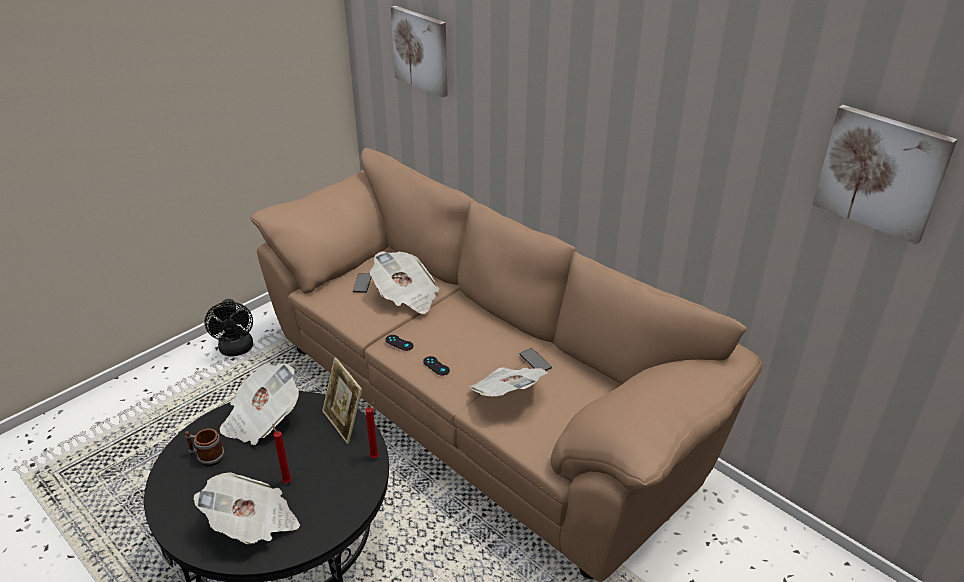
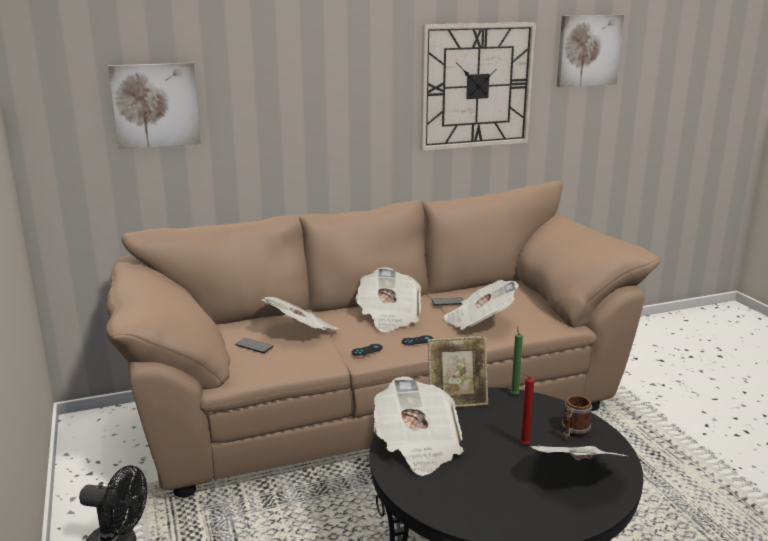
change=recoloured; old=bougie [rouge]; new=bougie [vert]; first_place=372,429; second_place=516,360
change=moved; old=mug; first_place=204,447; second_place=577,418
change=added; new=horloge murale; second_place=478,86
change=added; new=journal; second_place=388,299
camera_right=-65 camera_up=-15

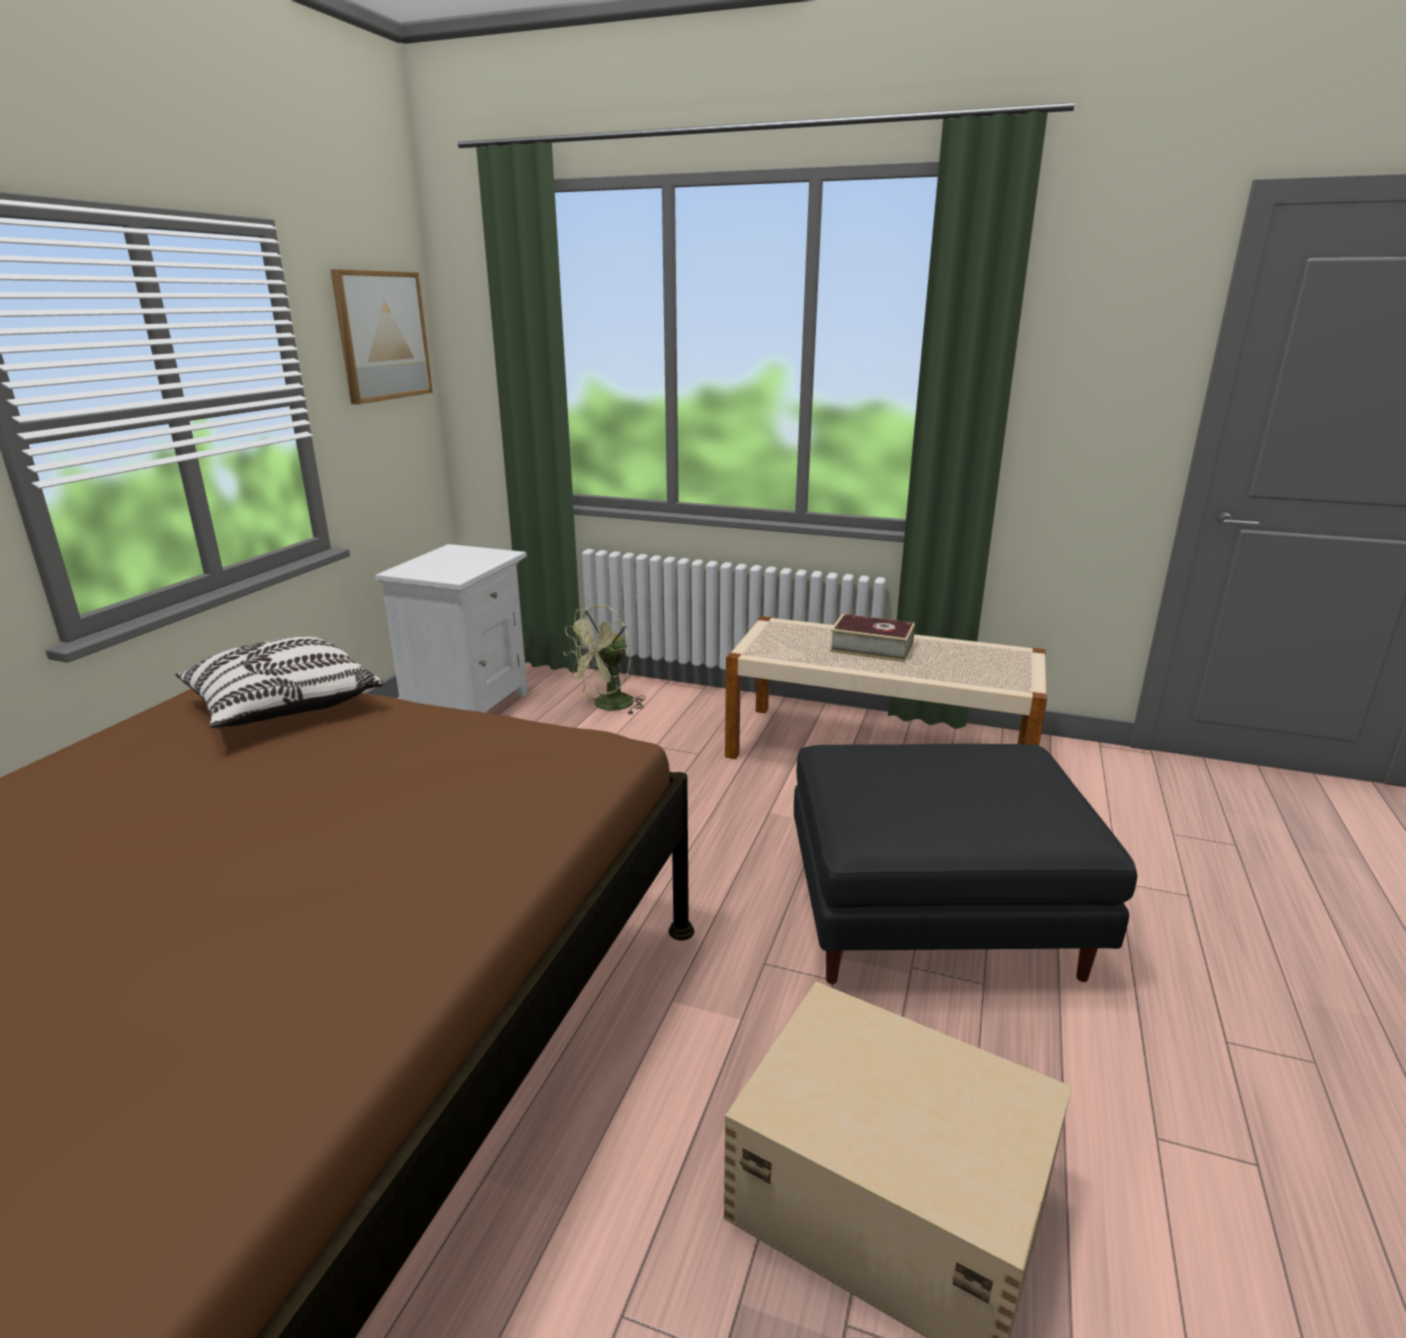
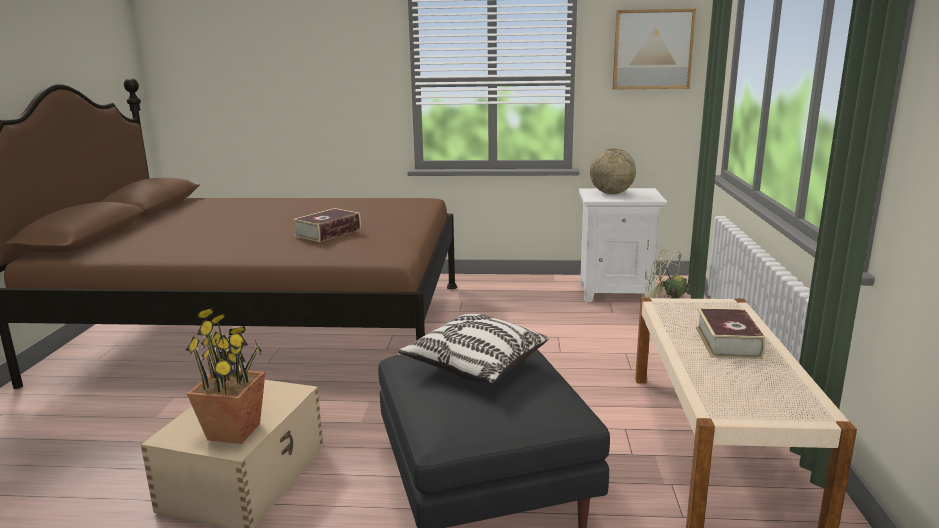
change=moved; old=coussin; first_place=279,682; second_place=473,348
change=added; new=globe; second_place=613,171
change=added; new=livre; second_place=327,225
change=added; new=plante en pot; second_place=226,376
camera_right=75 camera_up=-5

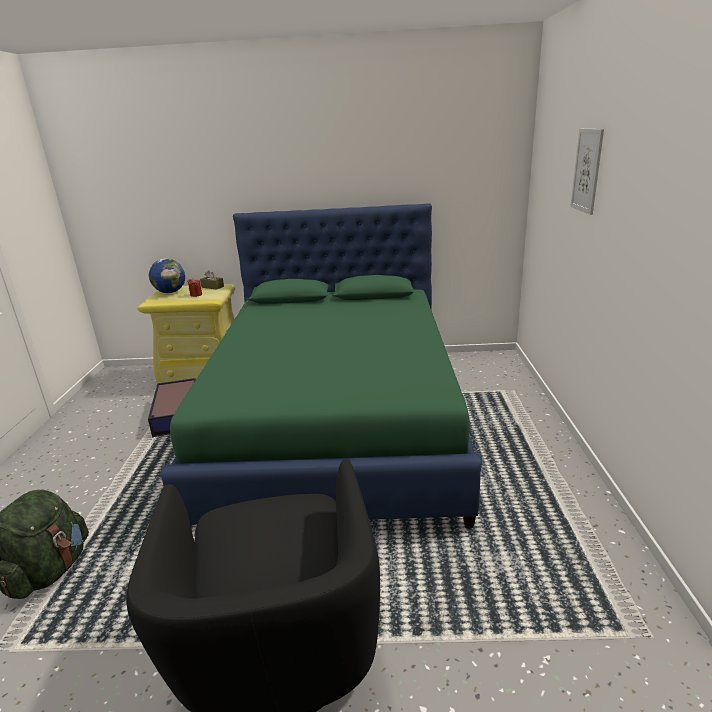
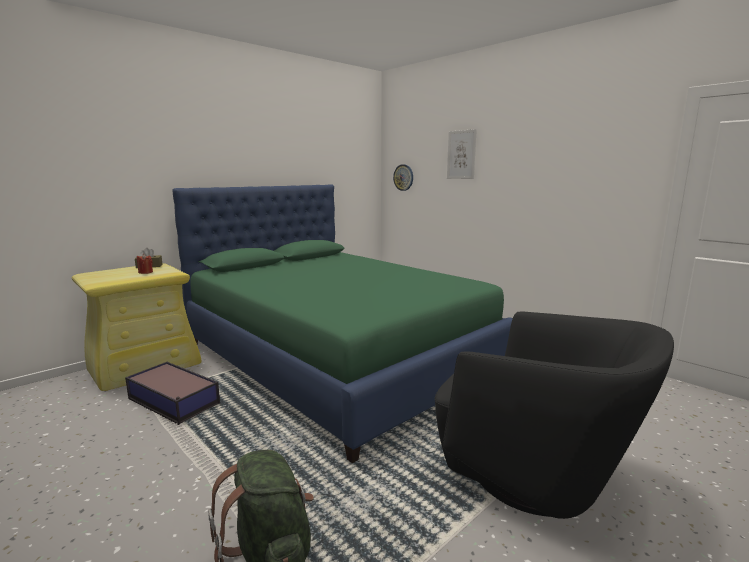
change=removed; old=globe; first_place=167,275
change=added; new=horloge murale; second_place=403,177
camera_right=-45 camera_up=-10

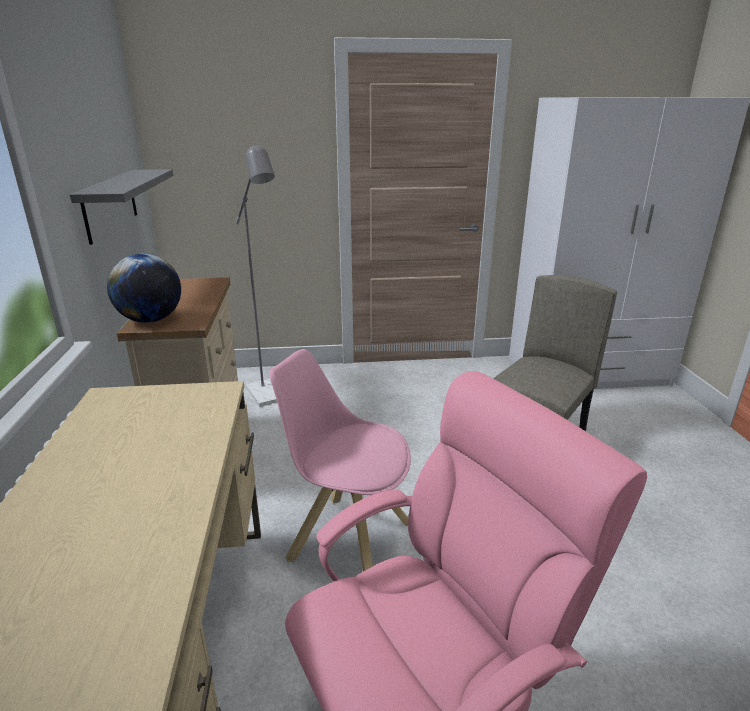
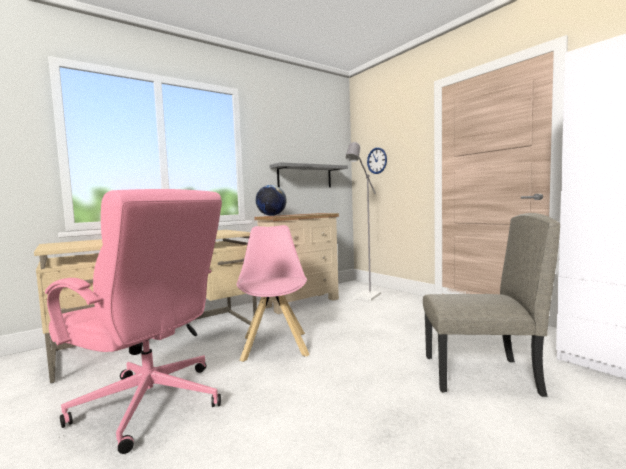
change=added; new=horloge murale; second_place=377,161
camera_right=60 camera_up=-20

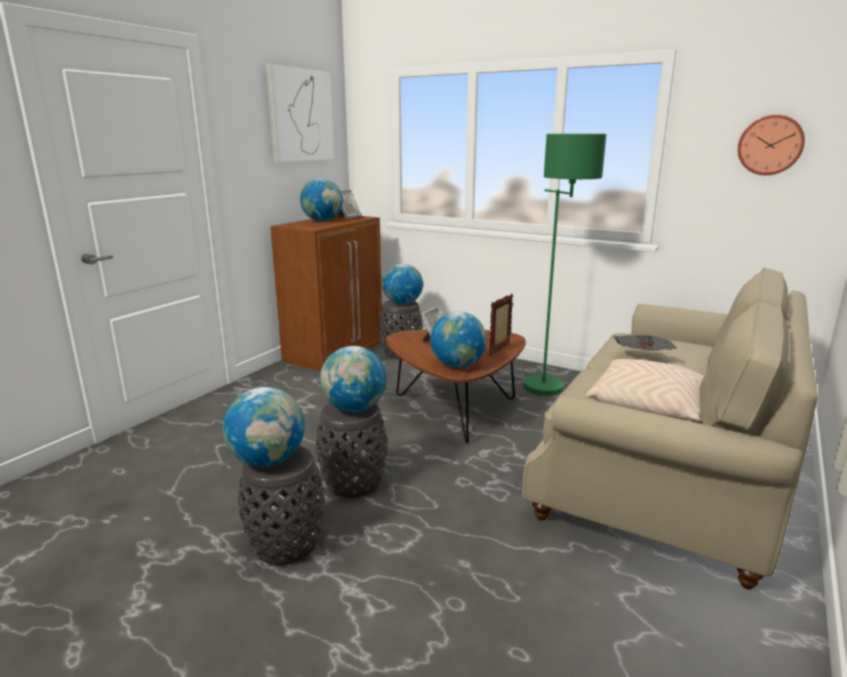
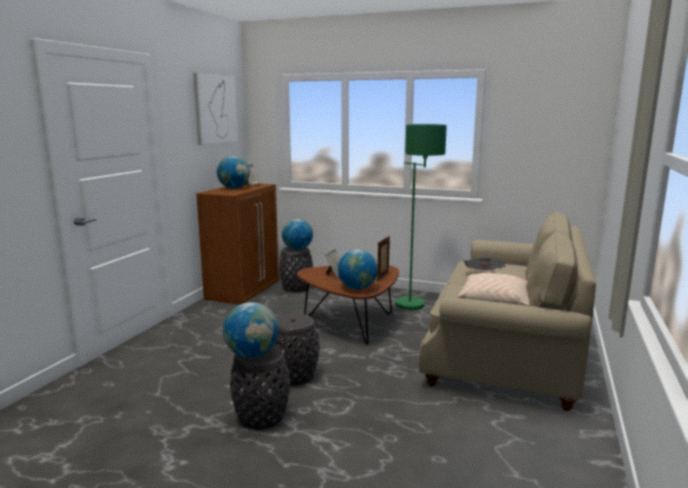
change=removed; old=horloge murale; first_place=771,145
change=removed; old=globe; first_place=353,379
camera_right=-10 camera_up=-5

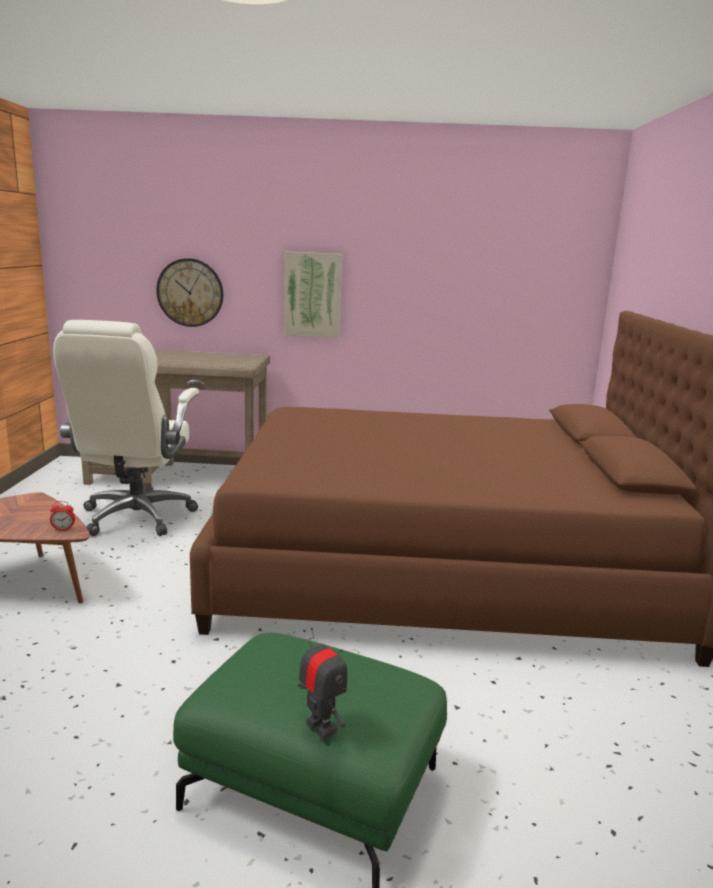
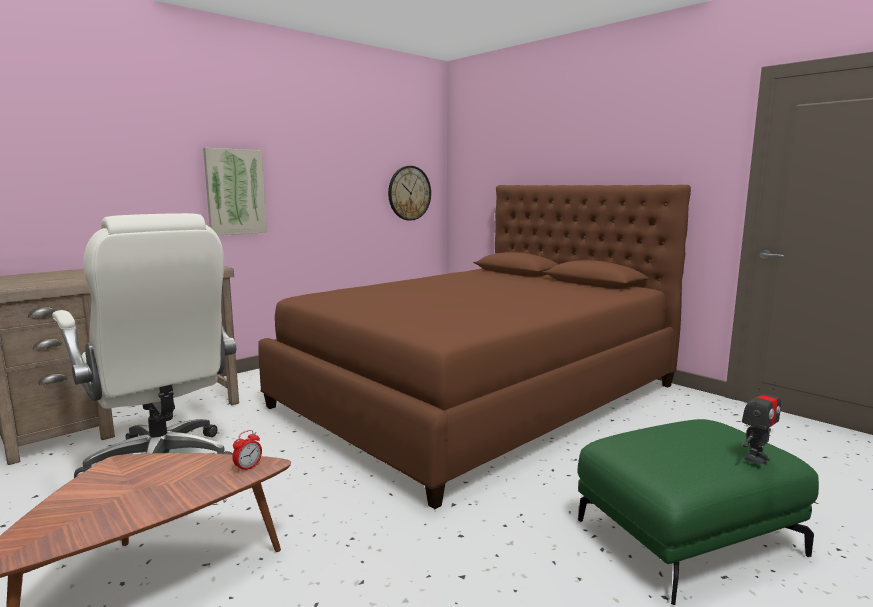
change=moved; old=horloge murale; first_place=189,292; second_place=409,193
change=turned; old=robot jouet; first_place=322,684; second_place=761,422; degrees=135
camera_right=-45 camera_up=-5

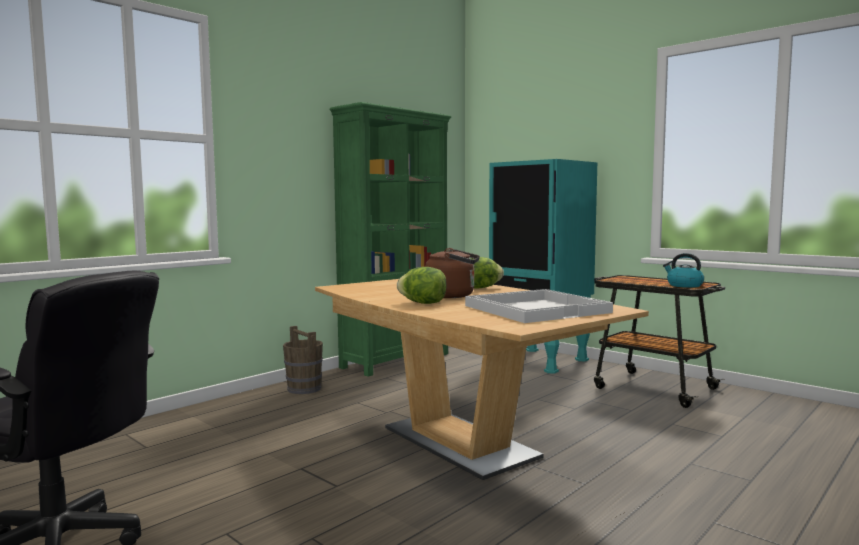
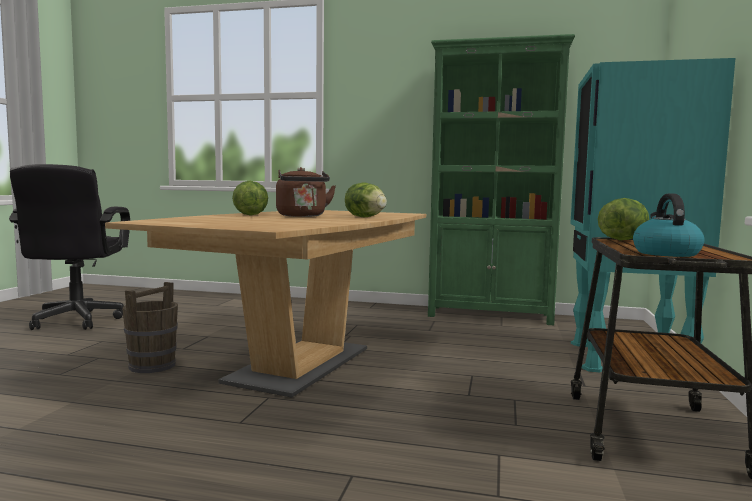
change=removed; old=plateau [blanc]; first_place=539,306
change=moved; old=seau [marron]; first_place=303,360; second_place=150,327
change=added; new=laitue; second_place=623,219
camera_right=60 camera_up=0

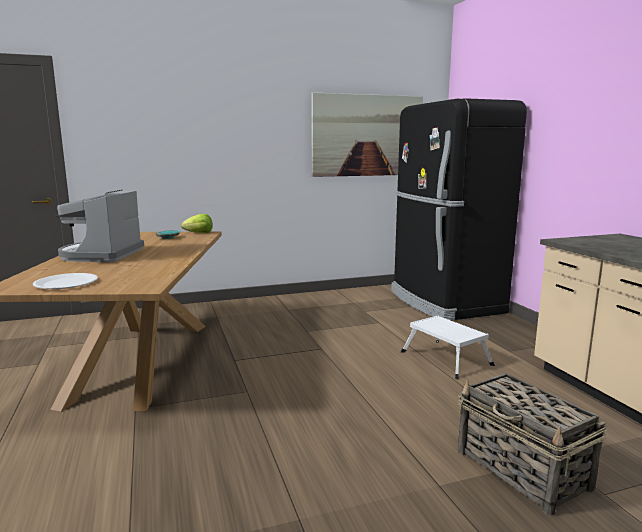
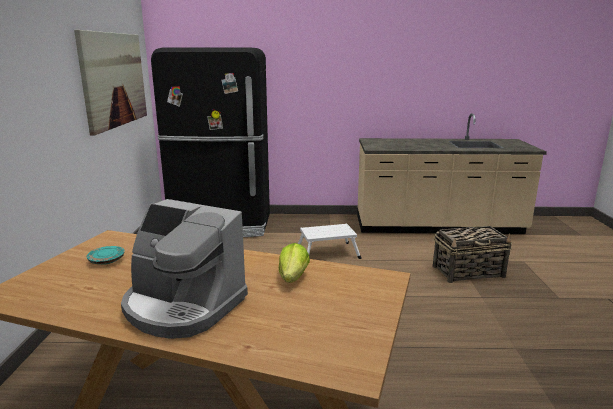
change=moved; old=laitue; first_place=196,223; second_place=294,263
change=removed; old=assiette [blanc]; first_place=65,281
camera_right=-70 camera_up=5

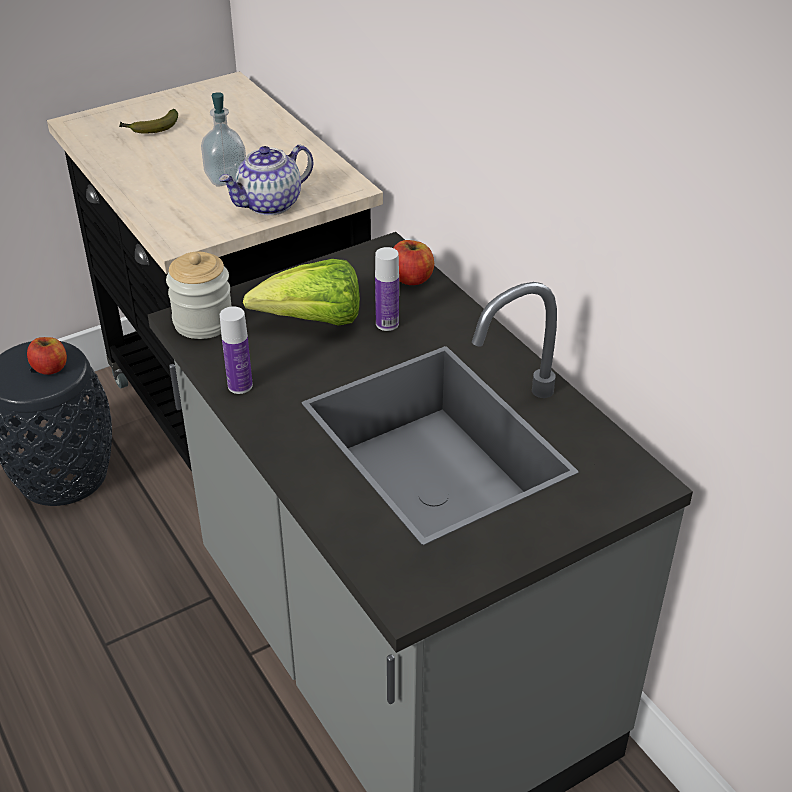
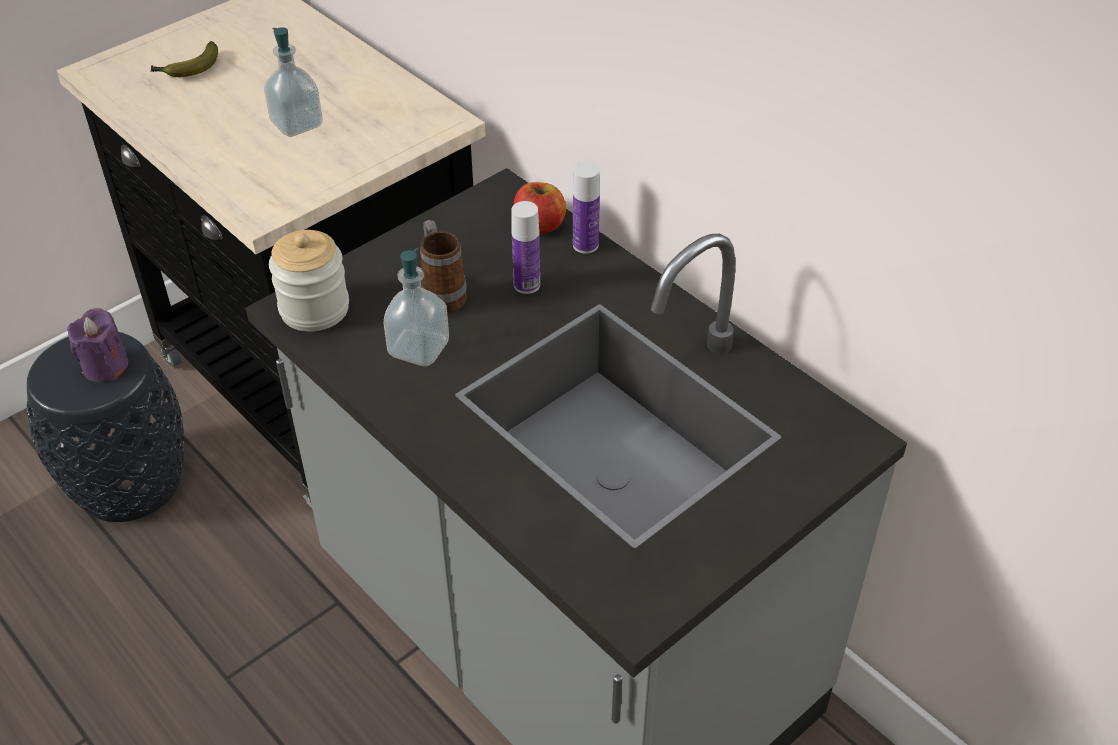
change=removed; old=théière; first_place=265,180
change=replaced; old=laitue; new=mug; first_place=301,292; second_place=443,266
change=moved; old=bouteille; first_place=236,350; second_place=586,208
change=replaced; old=pomme; new=bougie [violet]; first_place=47,356; second_place=97,345
change=added; new=distributeur de savon; second_place=416,306
camera_right=-10 camera_up=5

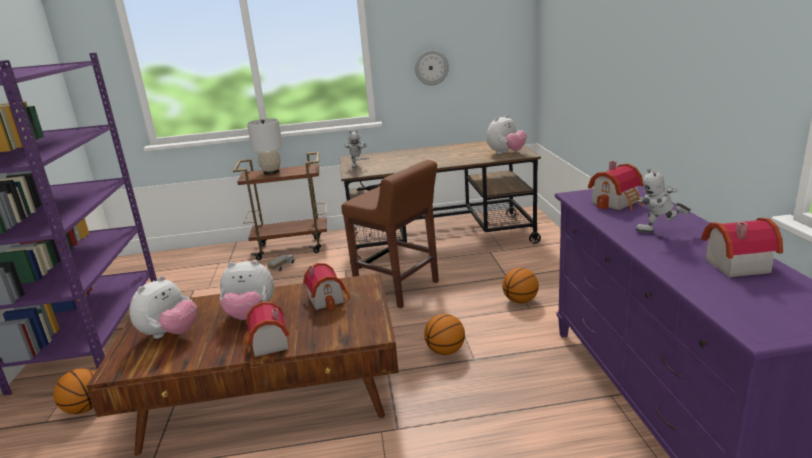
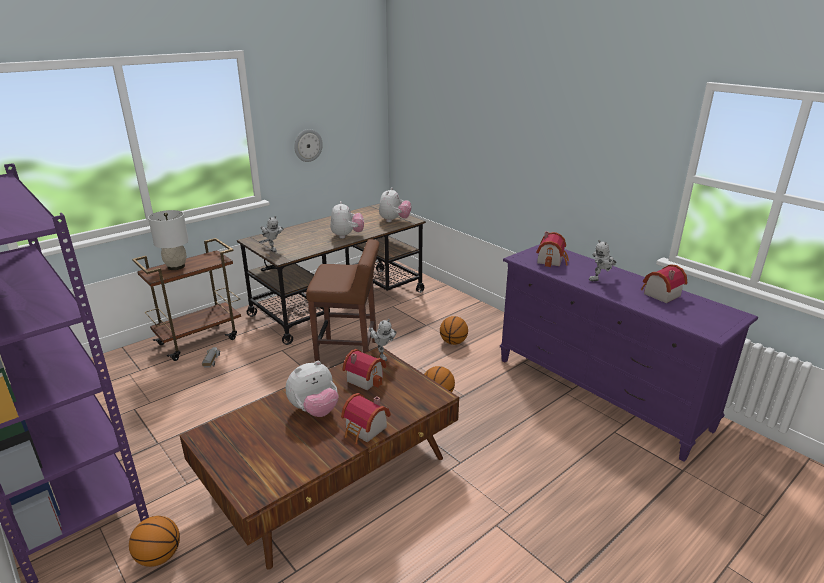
change=moved; old=peluche; first_place=163,307; second_place=347,220
change=added; new=robot jouet; second_place=383,340
camera_right=-35 camera_up=5

